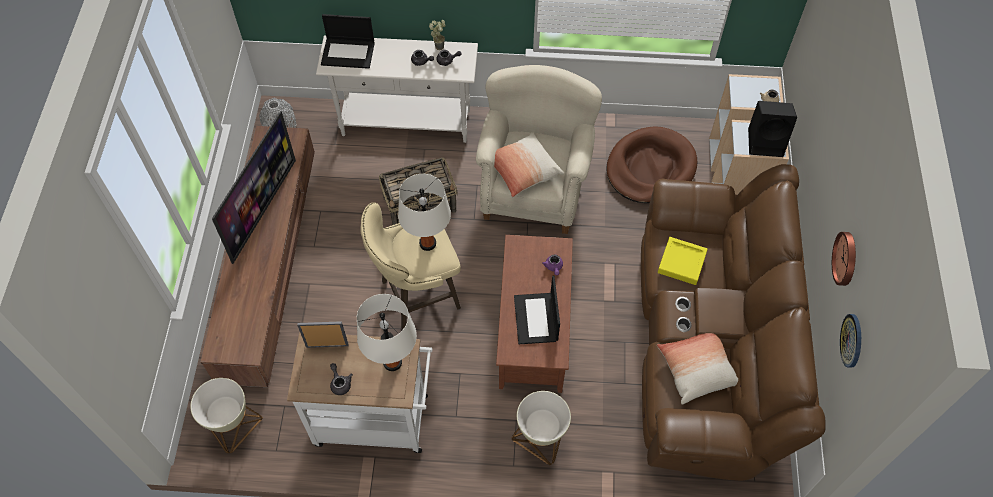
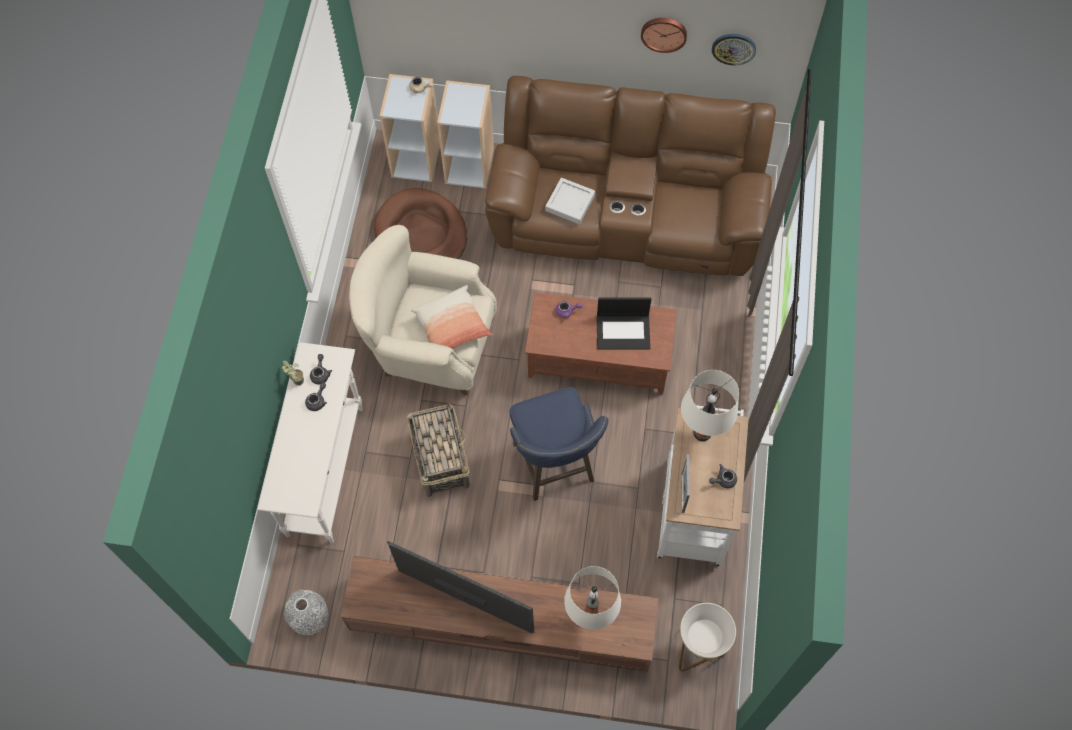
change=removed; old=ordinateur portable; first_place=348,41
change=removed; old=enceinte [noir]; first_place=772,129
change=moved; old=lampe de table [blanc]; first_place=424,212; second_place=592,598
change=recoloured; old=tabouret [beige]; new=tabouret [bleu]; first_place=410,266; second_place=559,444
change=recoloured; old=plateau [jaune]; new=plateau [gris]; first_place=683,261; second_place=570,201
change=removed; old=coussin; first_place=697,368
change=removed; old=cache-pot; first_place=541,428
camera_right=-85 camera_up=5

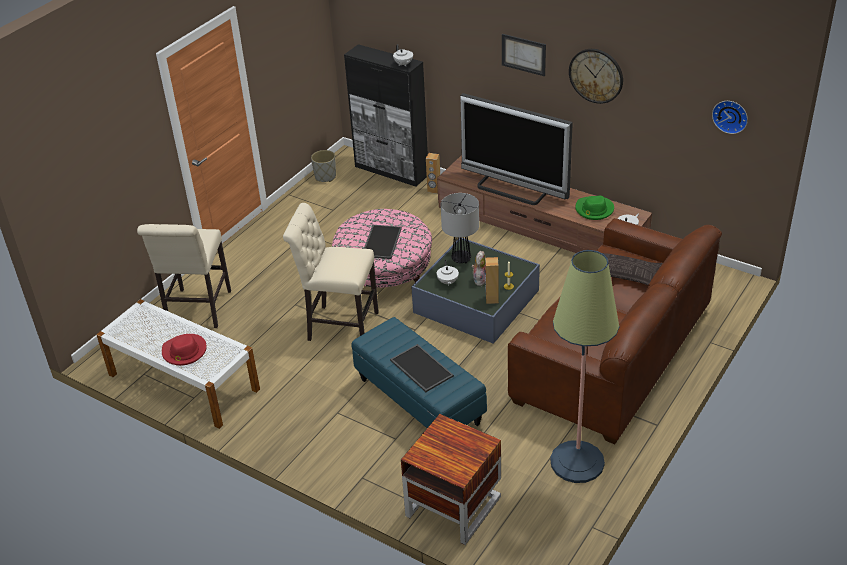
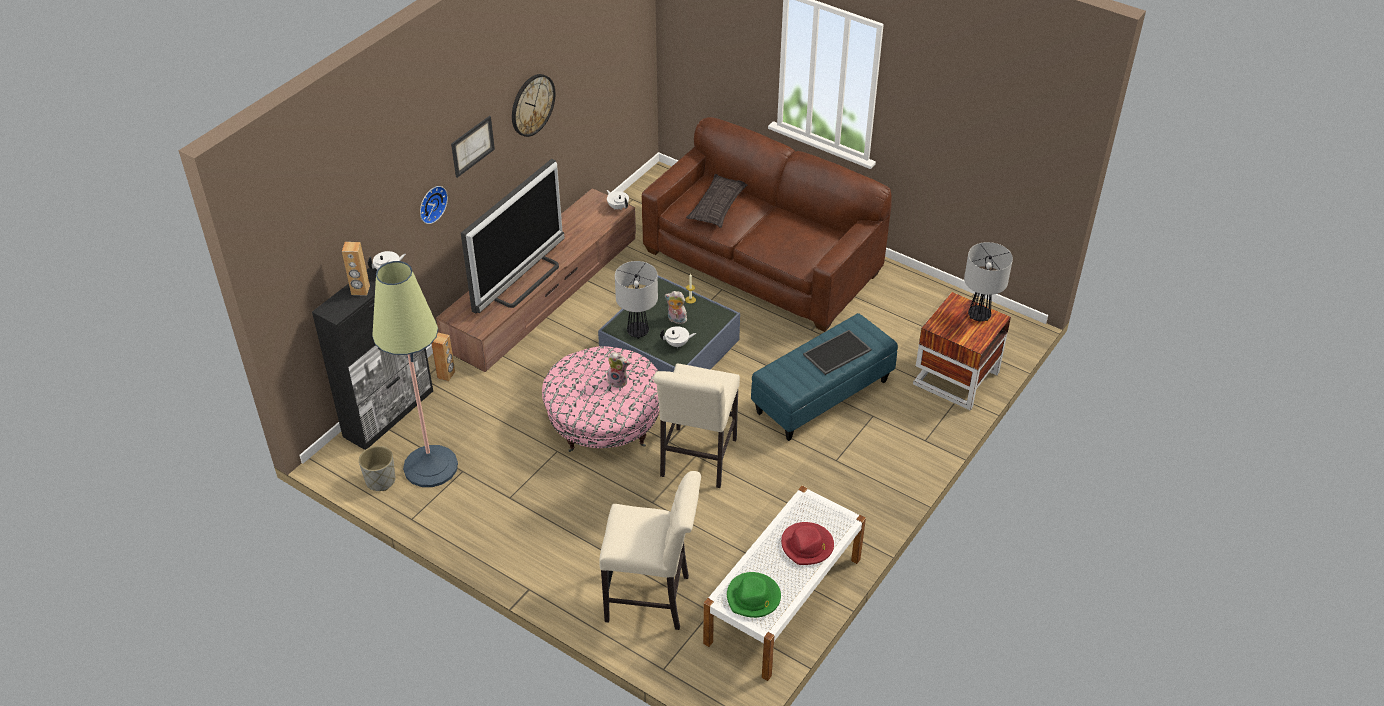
change=moved; old=horloge murale; first_place=730,117; second_place=434,205
change=moved; old=chapeau [vert]; first_place=594,208; second_place=754,595
change=replaced; old=plateau; new=peluche; first_place=383,242; second_place=618,370
change=moved; old=lampadaire; first_place=584,366; second_place=415,374
change=moved; old=enceinte [marron]; first_place=492,280; second_place=356,269
change=added; new=lampe de table; second_place=988,281
camera_right=-90 camera_up=5

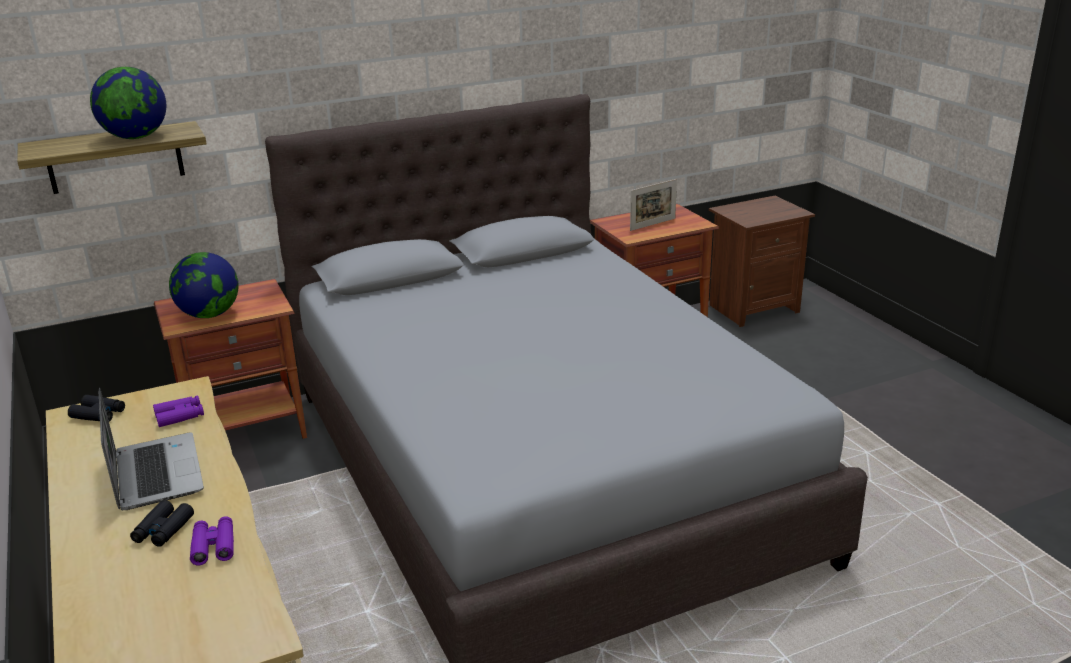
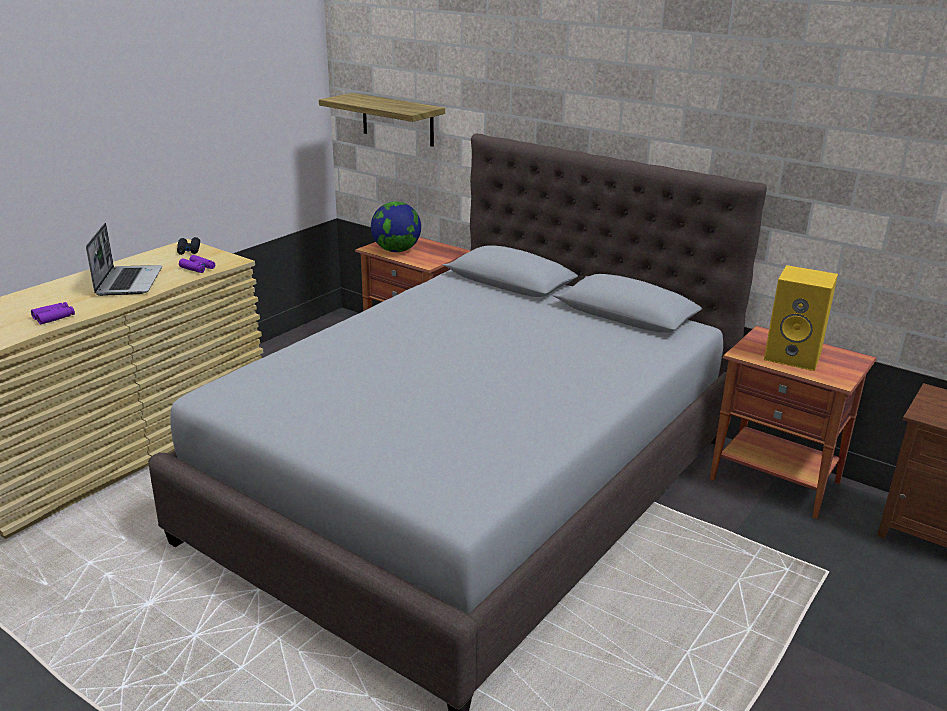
change=removed; old=globe; first_place=128,103
change=replaced; old=cadre photo; new=enceinte [jaune]; first_place=653,205; second_place=801,318
change=turned; old=ordinateur portable; first_place=151,449; second_place=124,259; degrees=-45
change=removed; old=jumelles [noir]; first_place=162,523
camera_right=60 camera_up=0

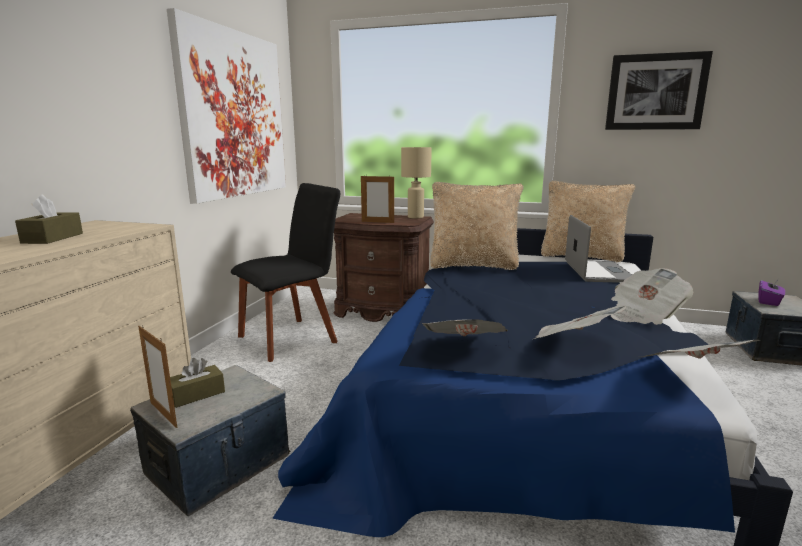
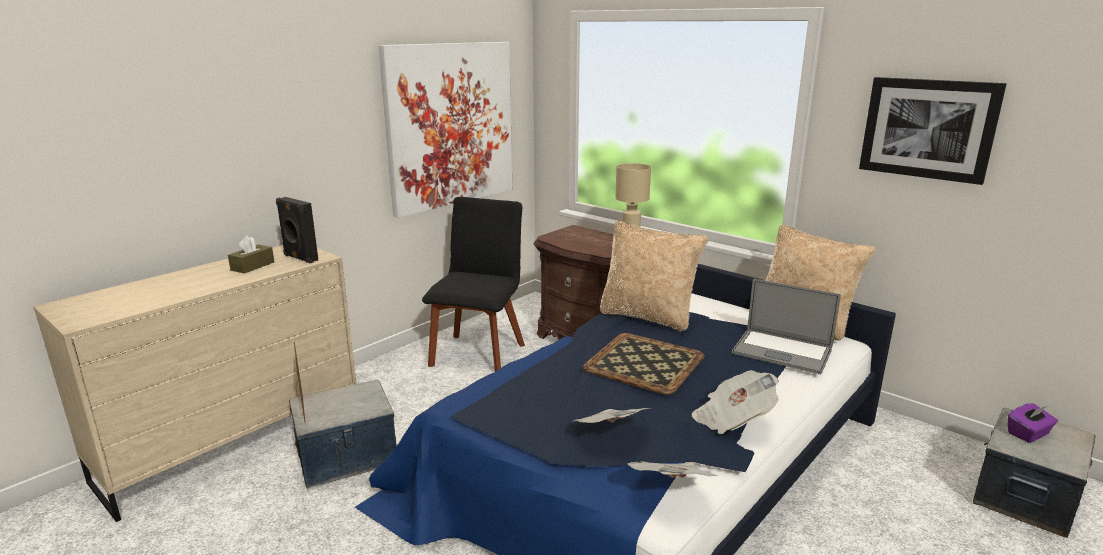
change=removed; old=cadre photo; first_place=377,198
change=turned; old=chaise [noir]; first_place=285,272; second_place=473,284; degrees=-60
change=turned; old=ordinateur portable; first_place=598,249; second_place=786,326; degrees=90
change=removed; old=journal; first_place=464,328
change=removed; old=boîte à mouchoirs [marron]; first_place=197,383
change=added; new=enceinte [noir]; second_place=297,230
change=added; new=plateau; second_place=644,364
camera_right=25 camera_up=5

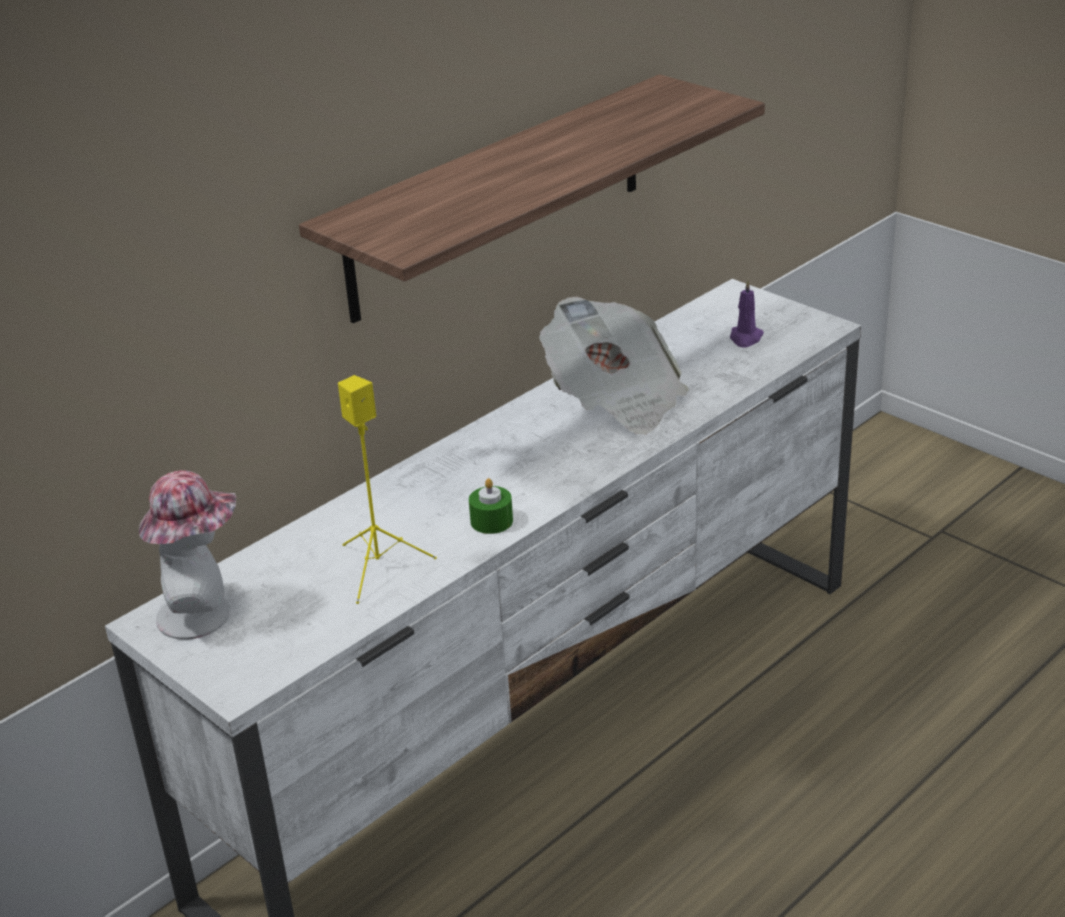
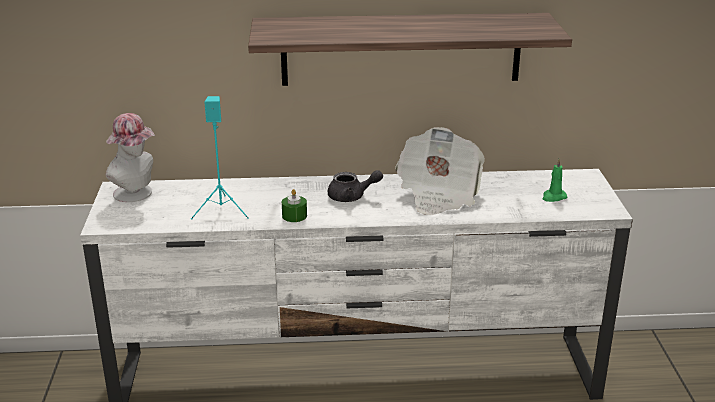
change=recoloured; old=bougie [violet]; new=bougie [vert]; first_place=747,313; second_place=555,180
change=recoloured; old=enceinte [jaune]; new=enceinte [turquoise]; first_place=387,489; second_place=220,158
change=added; new=théière [gris]; second_place=355,186
camera_right=40 camera_up=-5

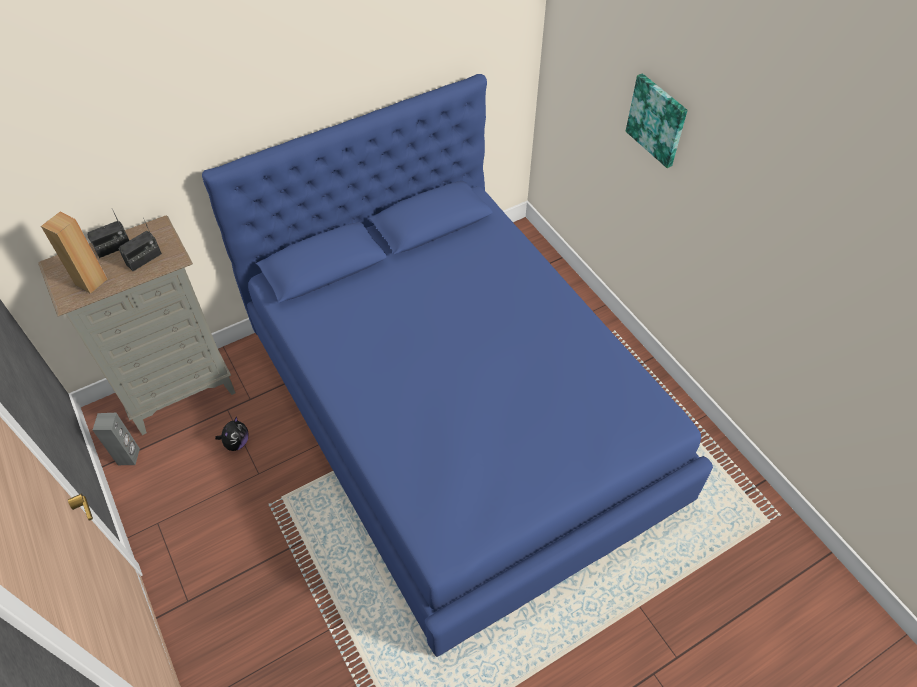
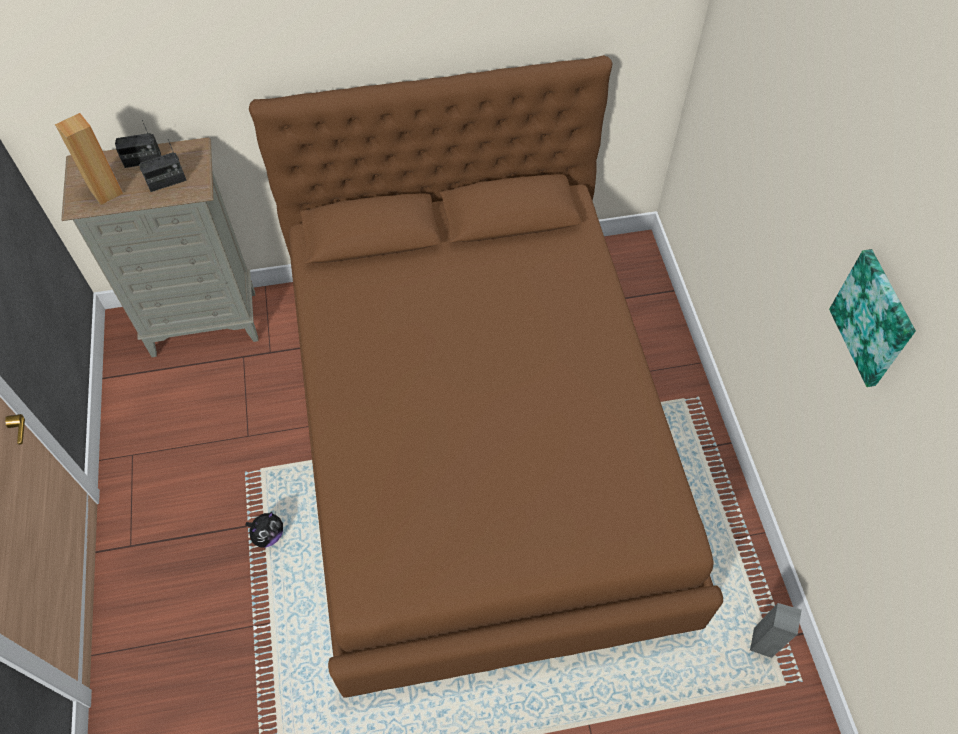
change=moved; old=tableau; first_place=657,120; second_place=872,318
change=recoloured; old=lit [bleu]; new=lit [marron]; first_place=457,365; second_place=486,376
change=moved; old=enceinte [gris]; first_place=116,439; second_place=776,630
change=moved; old=peluche; first_place=231,433; second_place=264,530
camera_right=20 camera_up=5

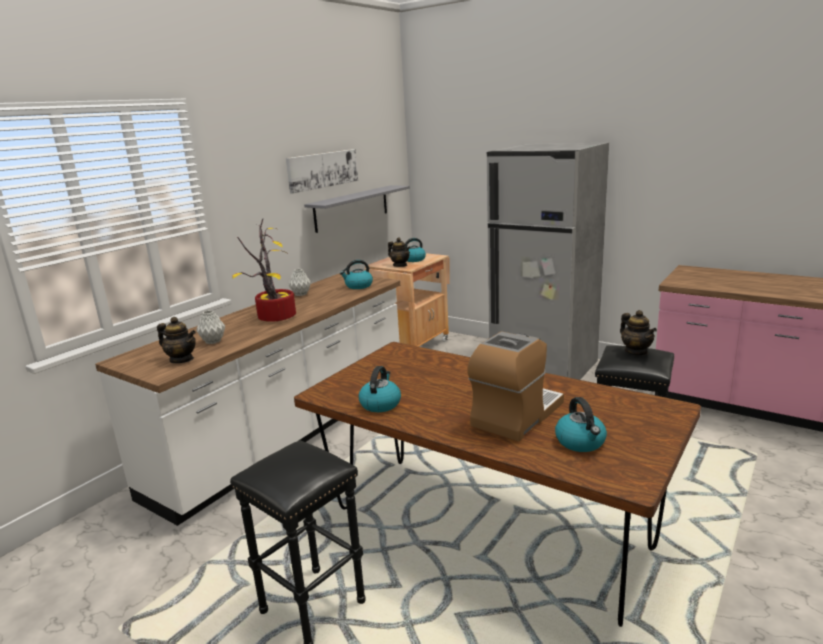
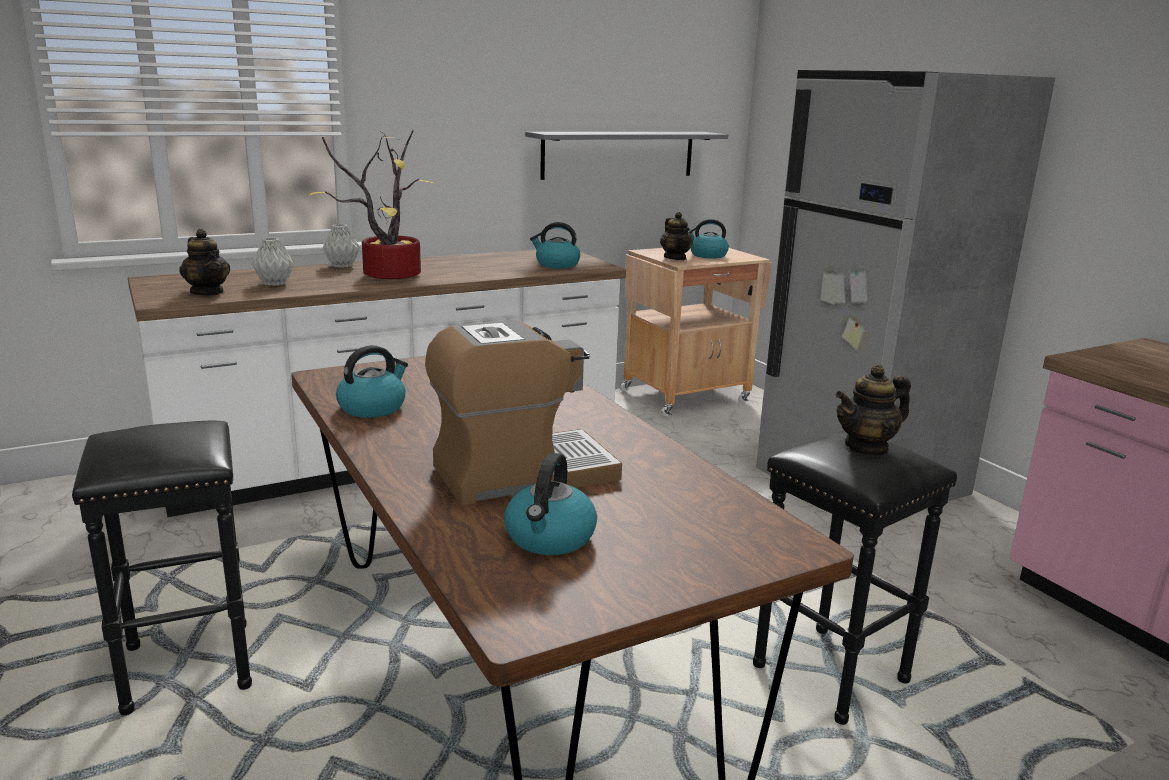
change=removed; old=tableau; first_place=322,171
change=moved; old=vase [gris]; first_place=300,282; second_place=341,246
change=turned; old=théière; first_place=638,333; second_place=873,410; degrees=60
camera_right=25 camera_up=0

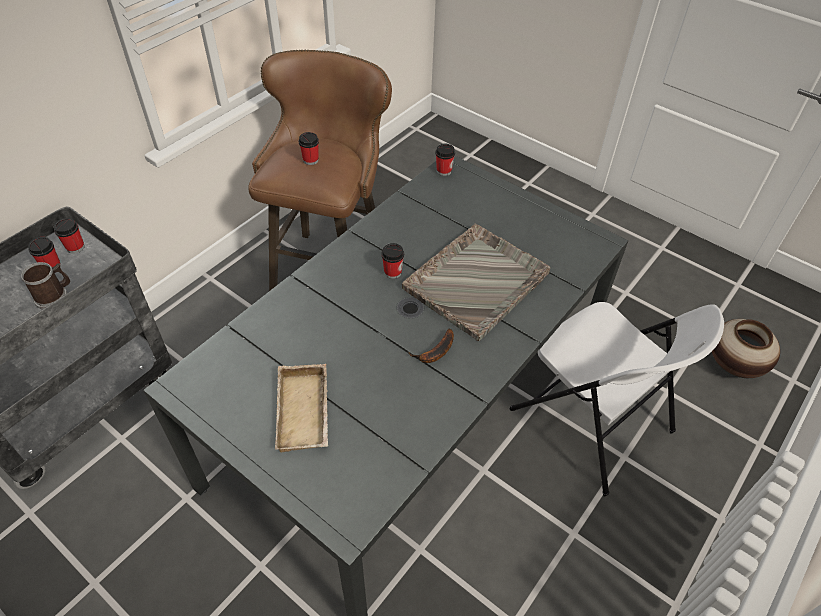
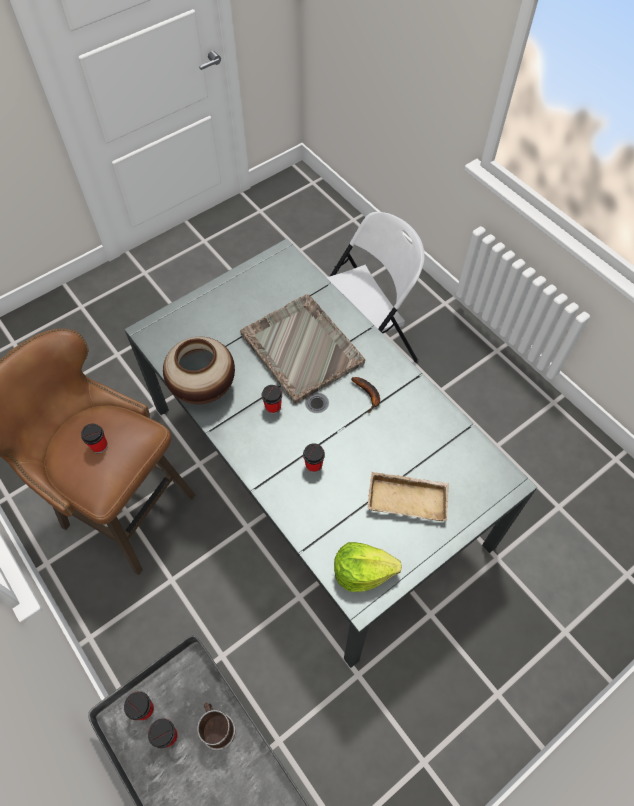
change=moved; old=tasse; first_place=445,160; second_place=314,458
change=moved; old=vase; first_place=746,348; second_place=199,370
change=added; new=laitue; second_place=368,567
camera_right=-75 camera_up=10

